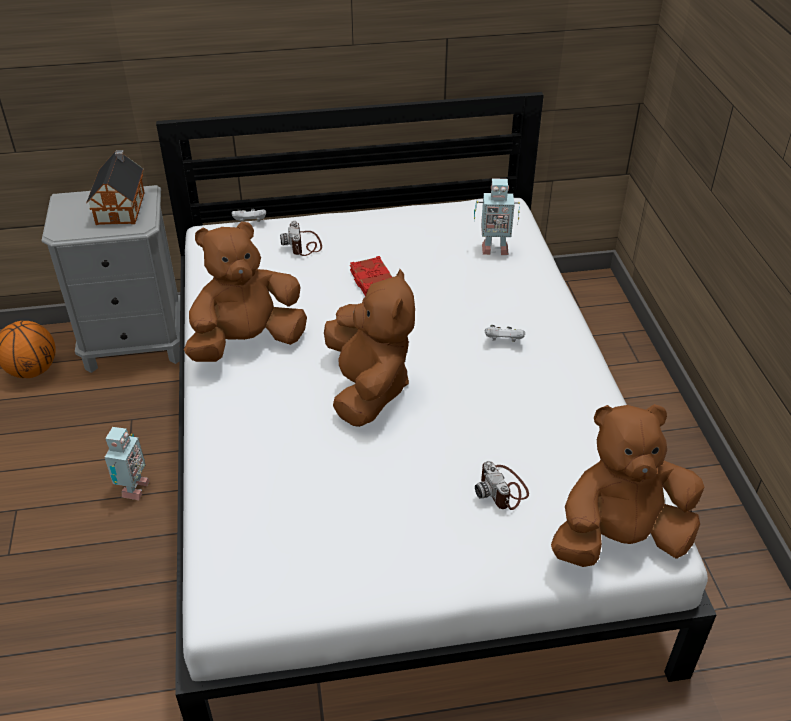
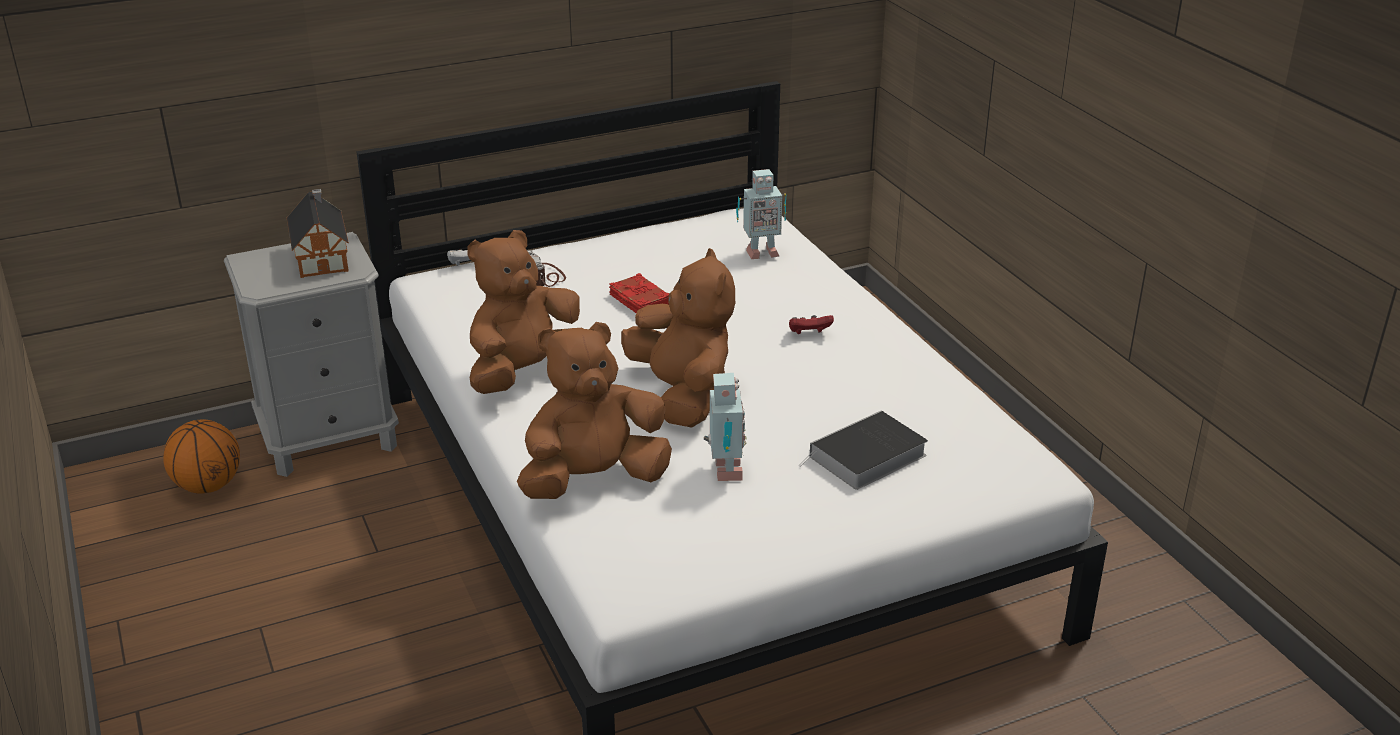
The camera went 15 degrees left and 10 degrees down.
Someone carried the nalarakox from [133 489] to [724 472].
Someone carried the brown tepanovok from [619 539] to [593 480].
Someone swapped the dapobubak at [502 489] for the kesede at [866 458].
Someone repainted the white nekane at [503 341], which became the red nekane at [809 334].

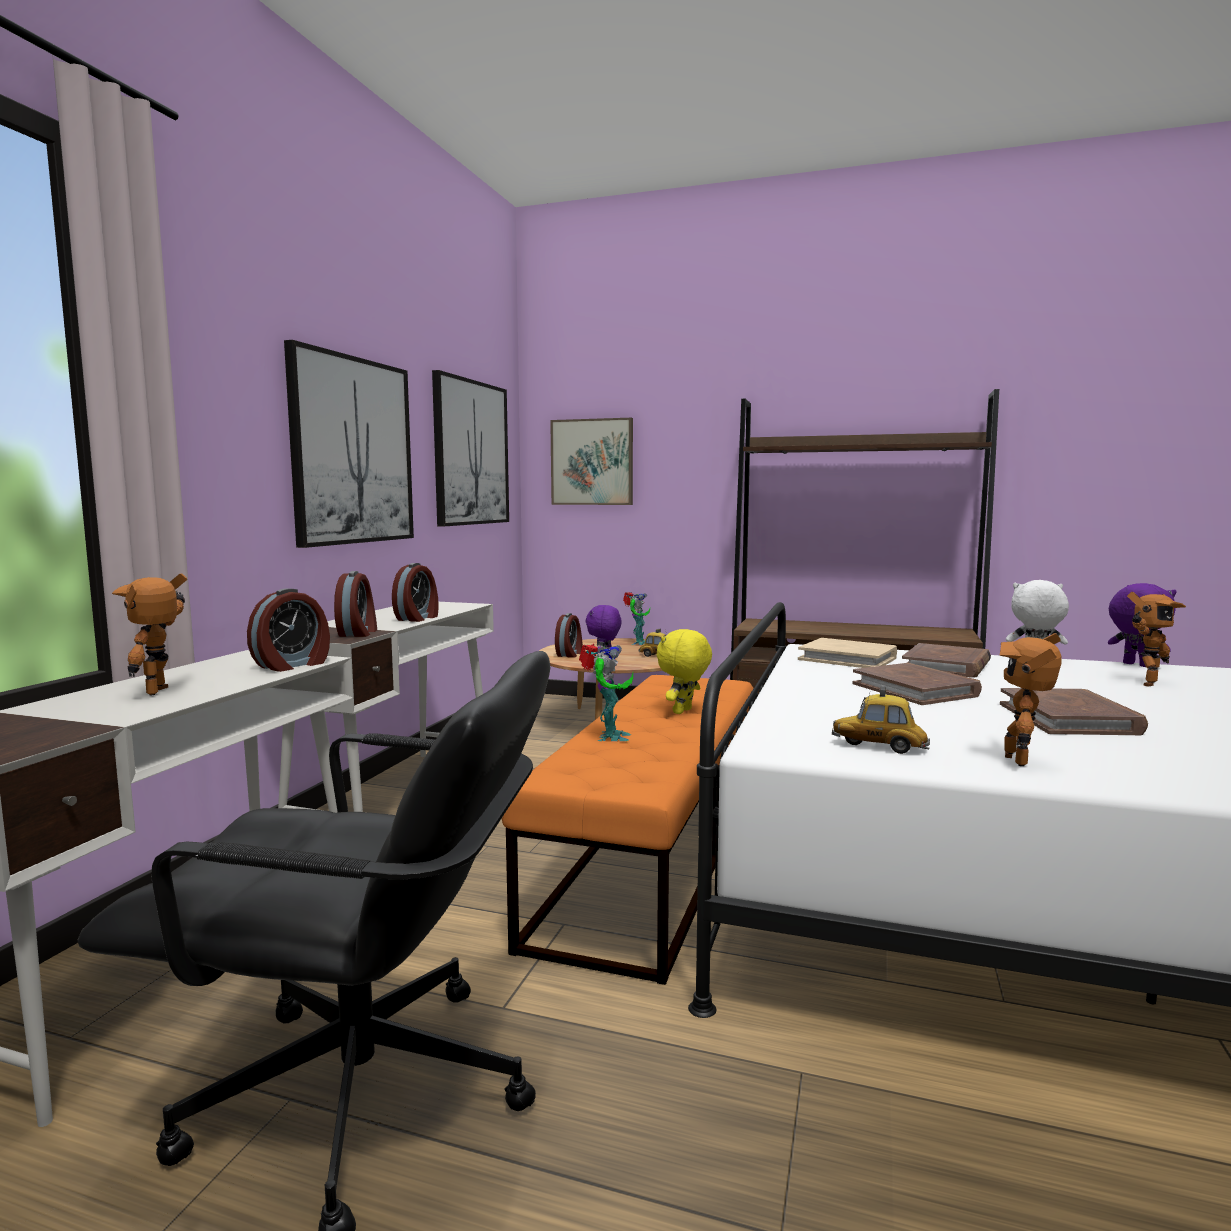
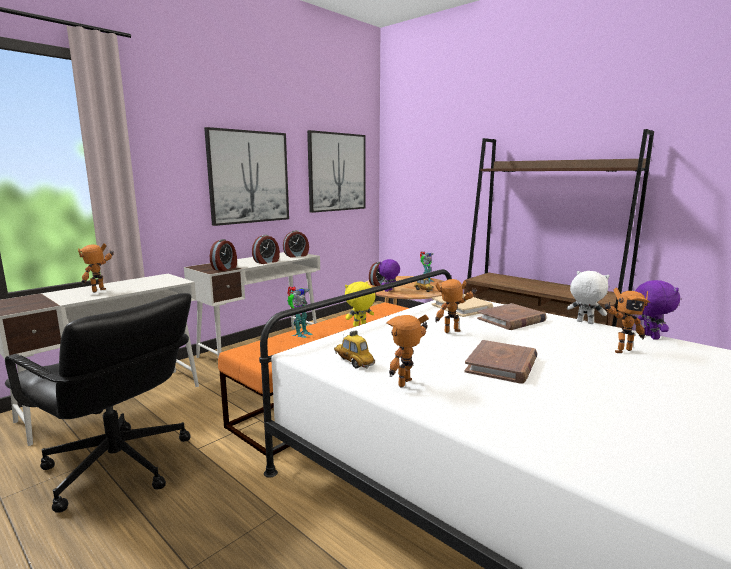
The camera went 25 degrees right and 5 degrees up.
Someone took away the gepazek at [592 462].
Someone carried the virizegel from [293 665] to [296 256].
Someone swapped the brown kesede at [915 689] for the nalarakox at [453 333].

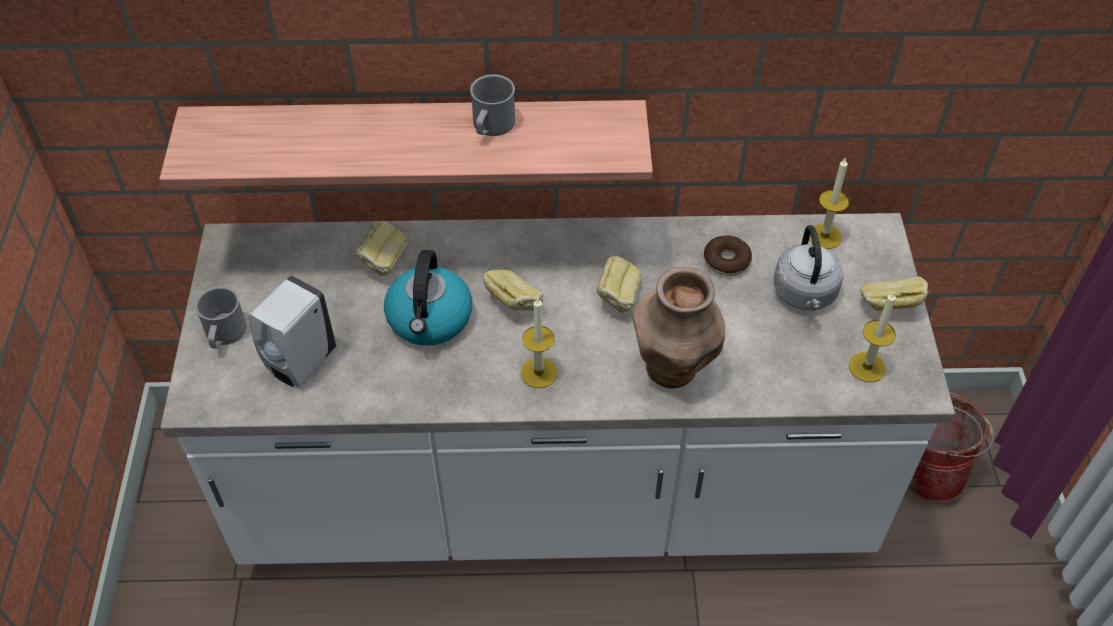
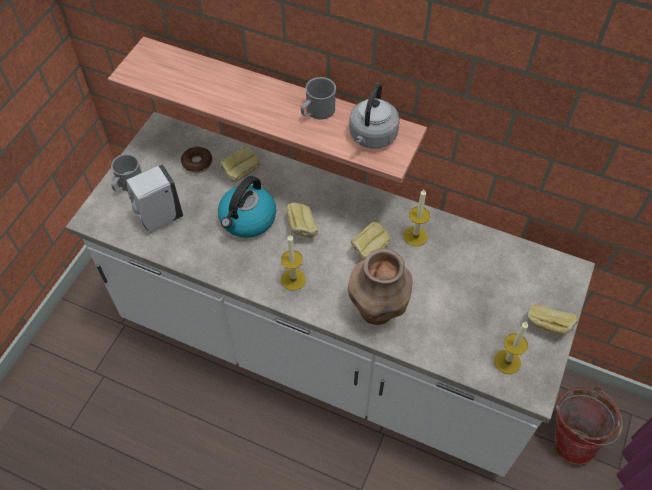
The camera went 25 degrees right and 5 degrees up.
Someone carried the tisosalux from [726 261] to [197 163].
Someone carried the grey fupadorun from [805 295] to [372 137].
Someone carried the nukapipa from [824 236] to [415 236].

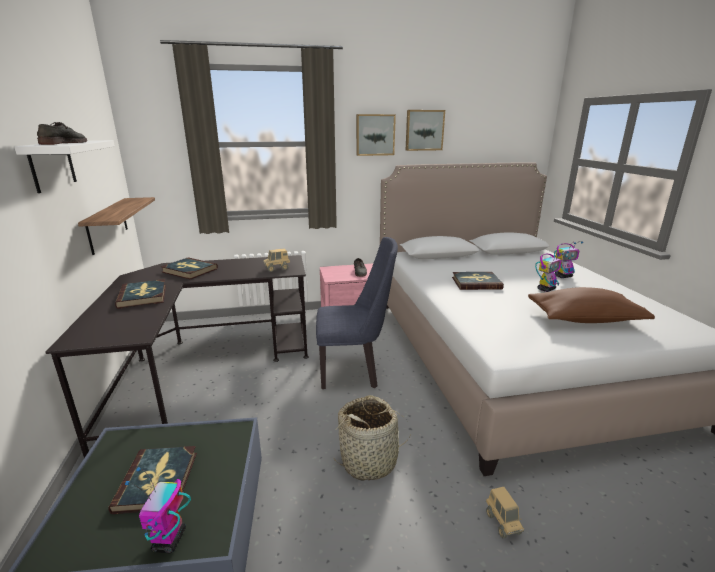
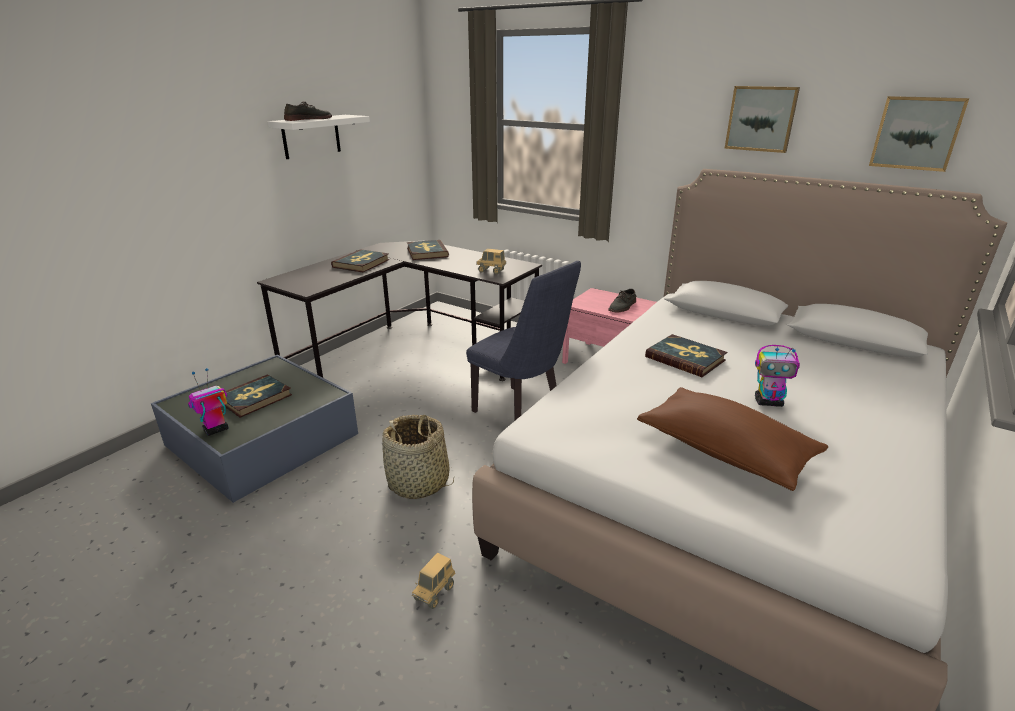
The camera went 45 degrees right and 5 degrees up.
Someone took away the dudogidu at [107 224].
Someone took away the nalarakox at [563 276].
Someone carried the gepazek from [375 135] to [916 133].

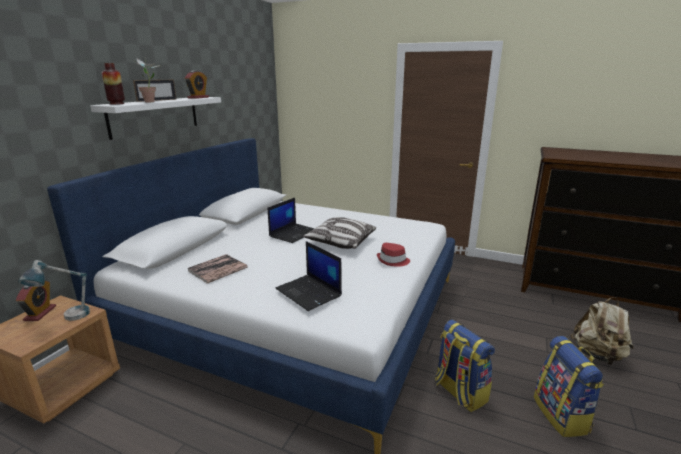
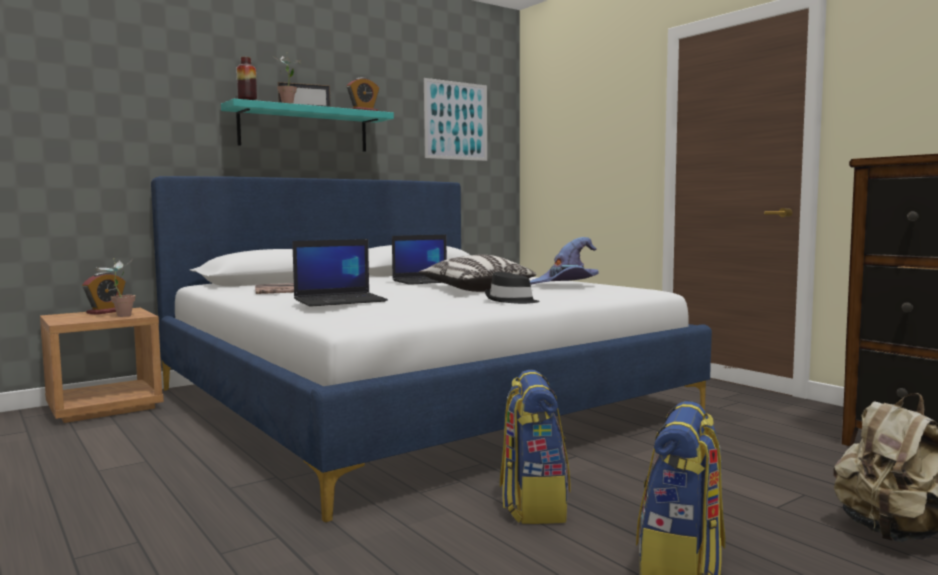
The camera went 30 degrees right and 15 degrees down.
Someone put up the gepazek at [456 120].
Someone put down the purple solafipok at [565 285].
Someone swapped the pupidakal at [66 319] for the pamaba at [118 316].
Someone repainted the white dudogidu at [155 116], which became the turquoise dudogidu at [304 129].
Someone repainted the red solafipok at [393 261], which became the black solafipok at [511 301].
Someone rotated the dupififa at [309 292] by 105 degrees counterclockwise.

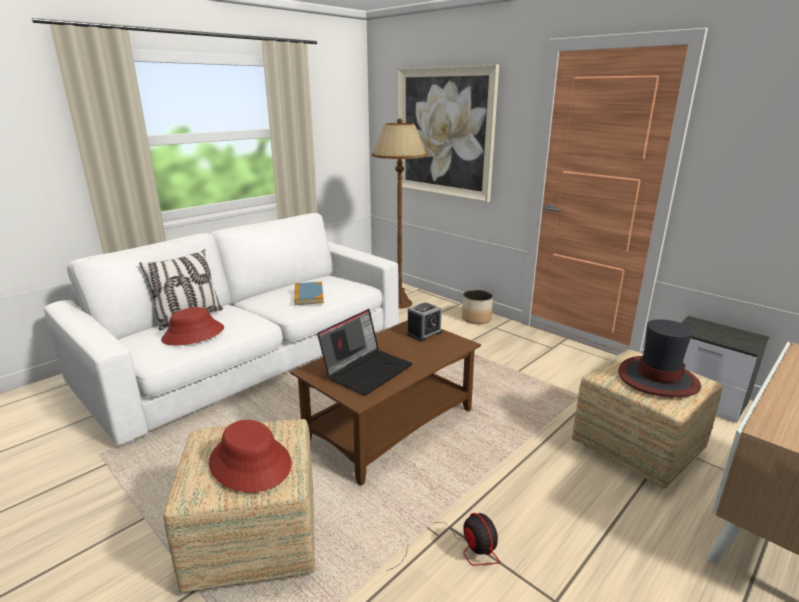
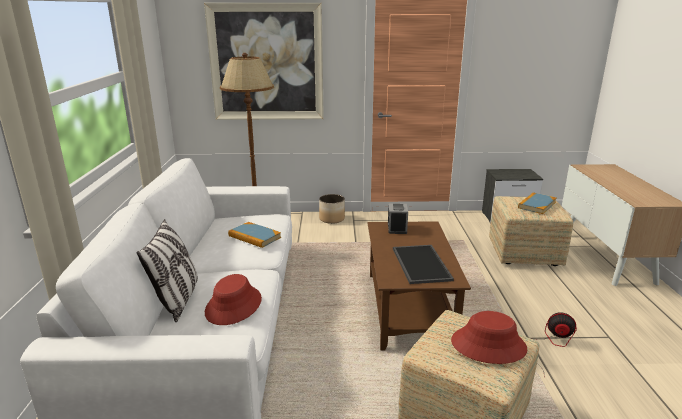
The camera went 45 degrees left and 0 degrees up.
Someone swapped the dupififa at [367 370] for the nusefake at [419 263].
Someone swapped the solafipok at [657 379] for the kesede at [537 205].

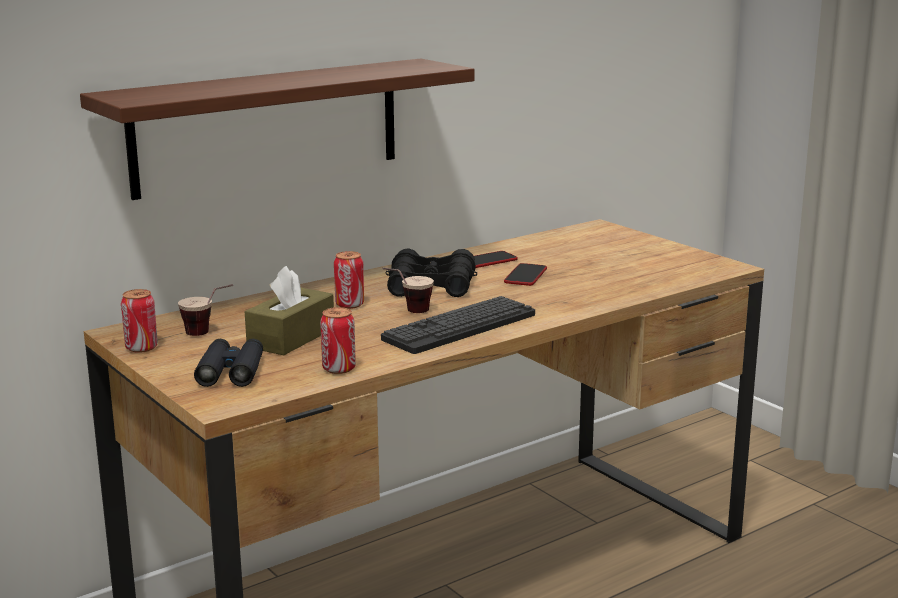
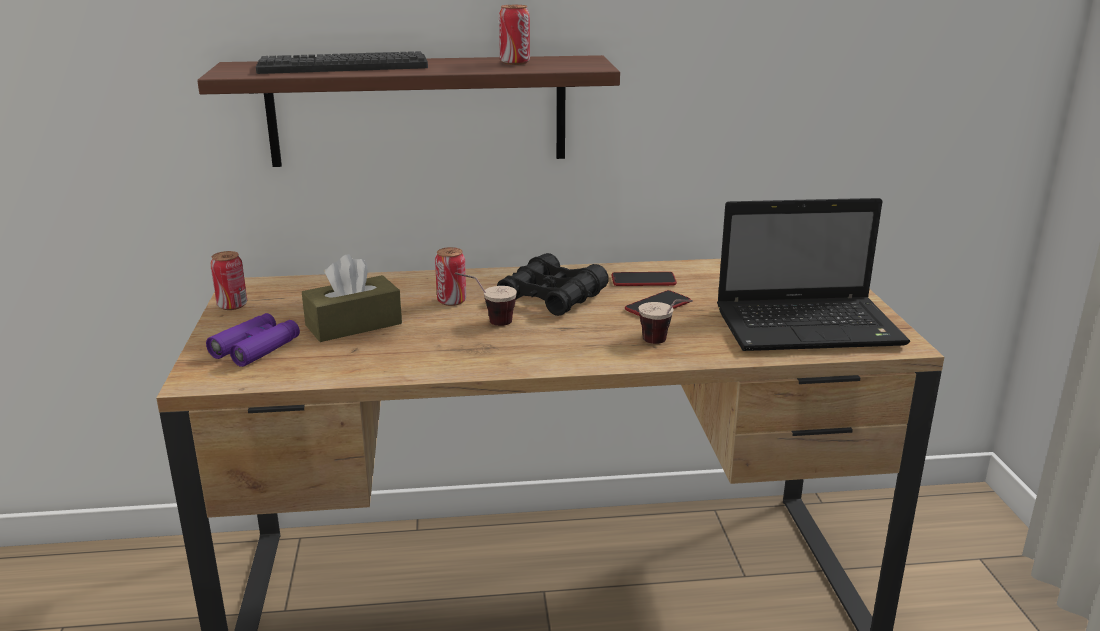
The camera went 30 degrees right and 5 degrees up.
Someone put down the dupififa at [811 327].
Someone carried the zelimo from [209 334] to [664 344].
Someone carried the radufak from [339 369] to [514 63].
Someone carried the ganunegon from [460 327] to [343 66].
Someone repainted the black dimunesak at [231 372], which became the purple dimunesak at [256 348].

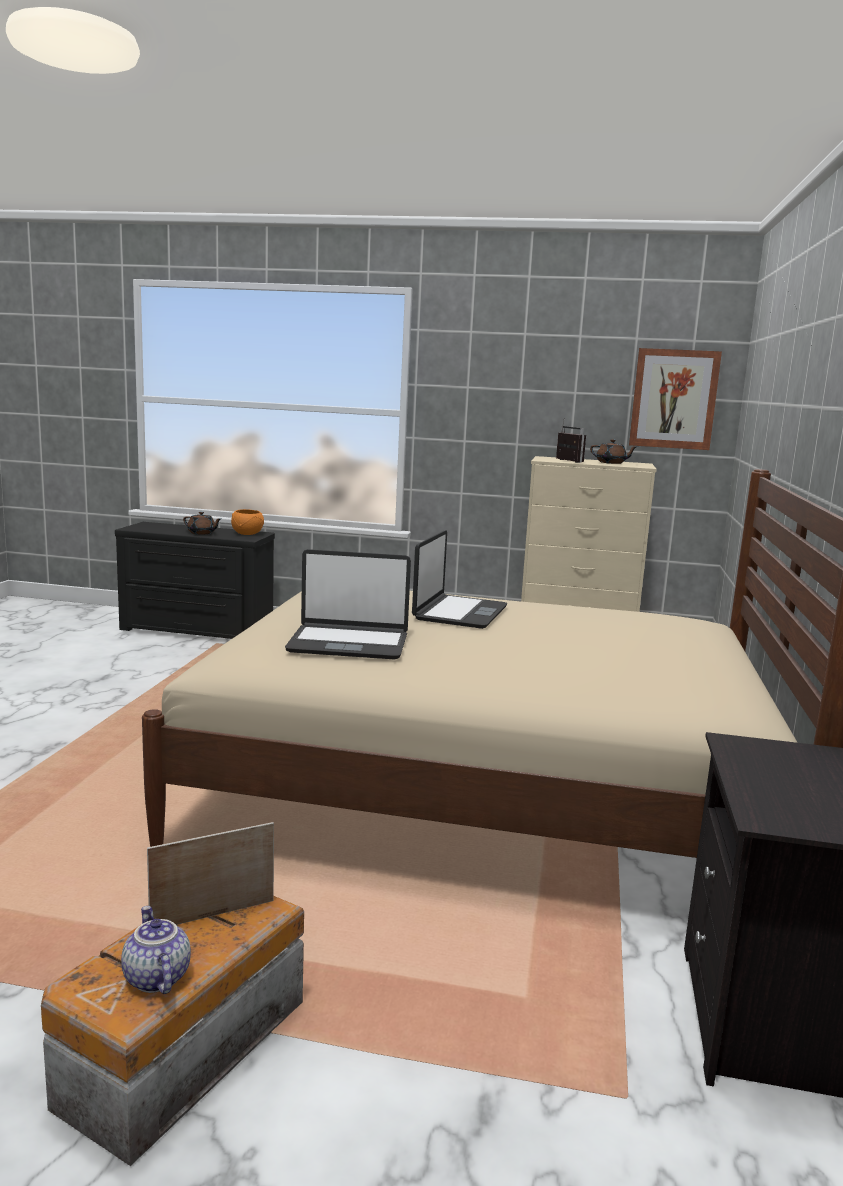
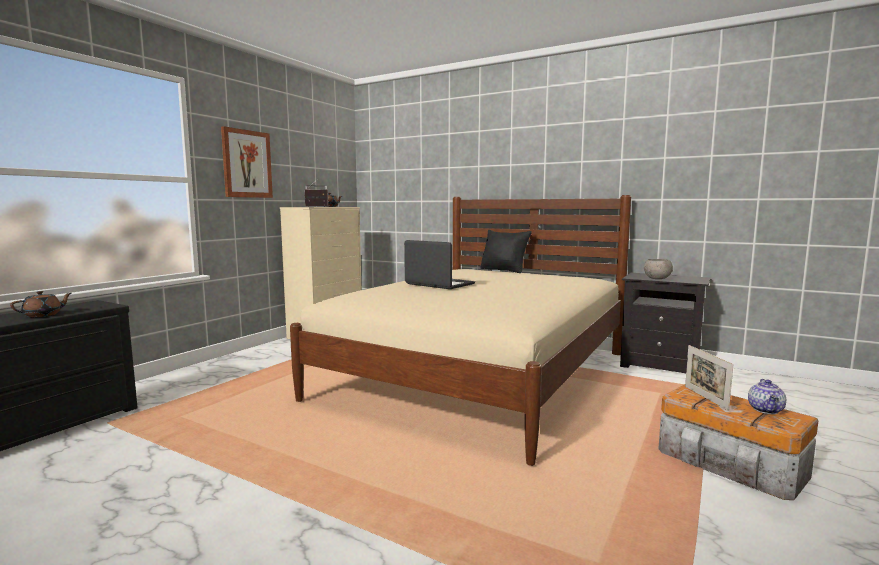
The camera went 70 degrees left and 5 degrees down.
Someone took away the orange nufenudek at [246 534].
Someone took away the dupififa at [348 643].
Someone put down the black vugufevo at [504 270].
Someone put down the grey nufenudek at [657 278].
Someone carried the gepazek from [674 399] to [247 164].
Someone rotated the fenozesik at [155 978] by 60 degrees counterclockwise.

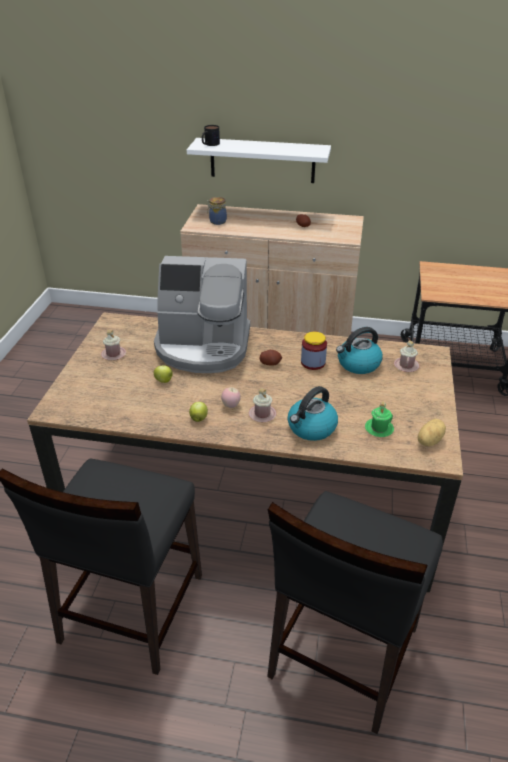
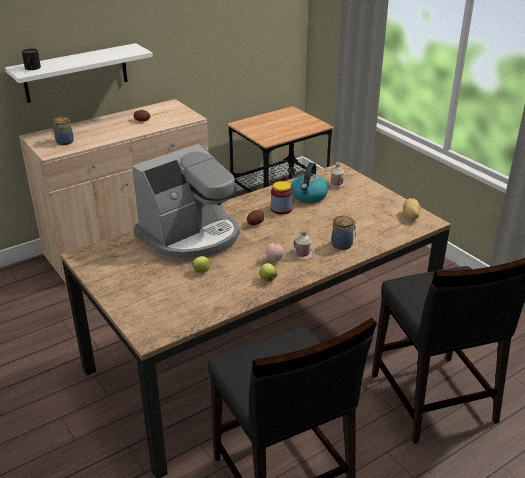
The camera went 45 degrees left and 5 degrees down.
Someone took away the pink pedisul at [113 354].
Someone took away the green pedisul at [379 428].
Someone swapped the fupadorun at [311 428] for the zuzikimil at [343 245].

